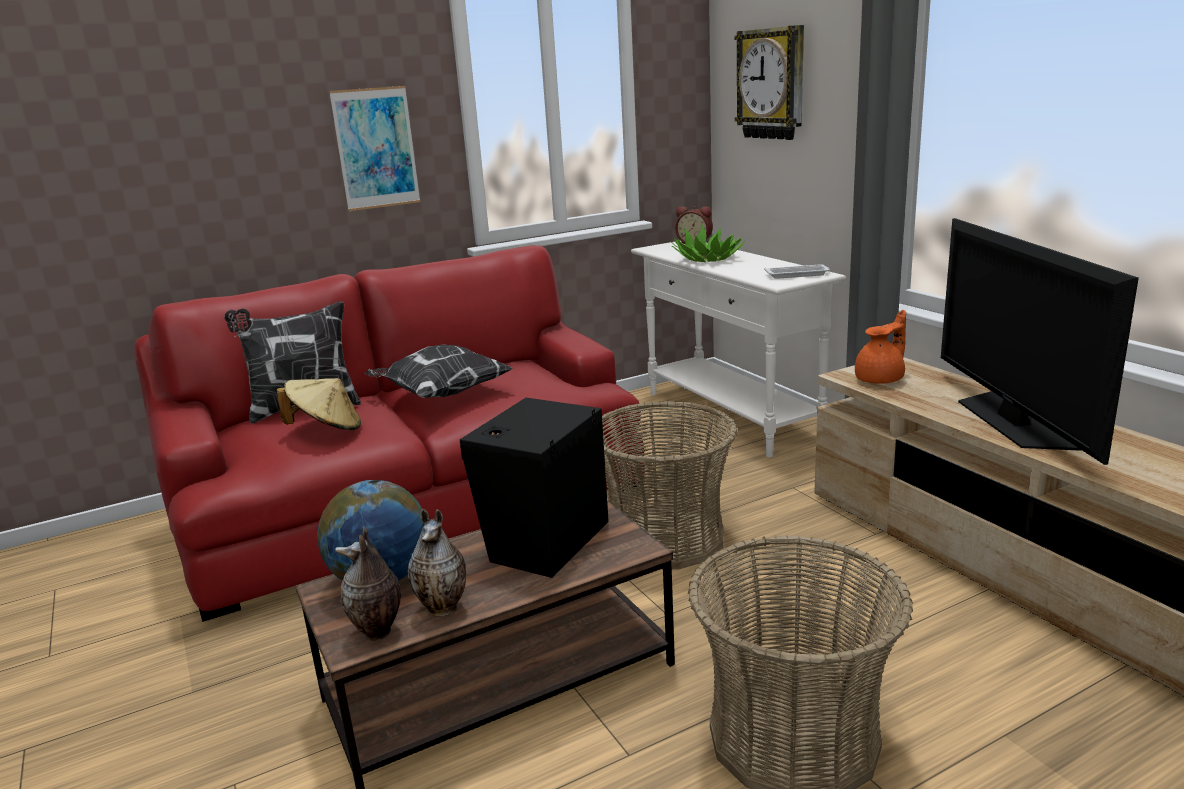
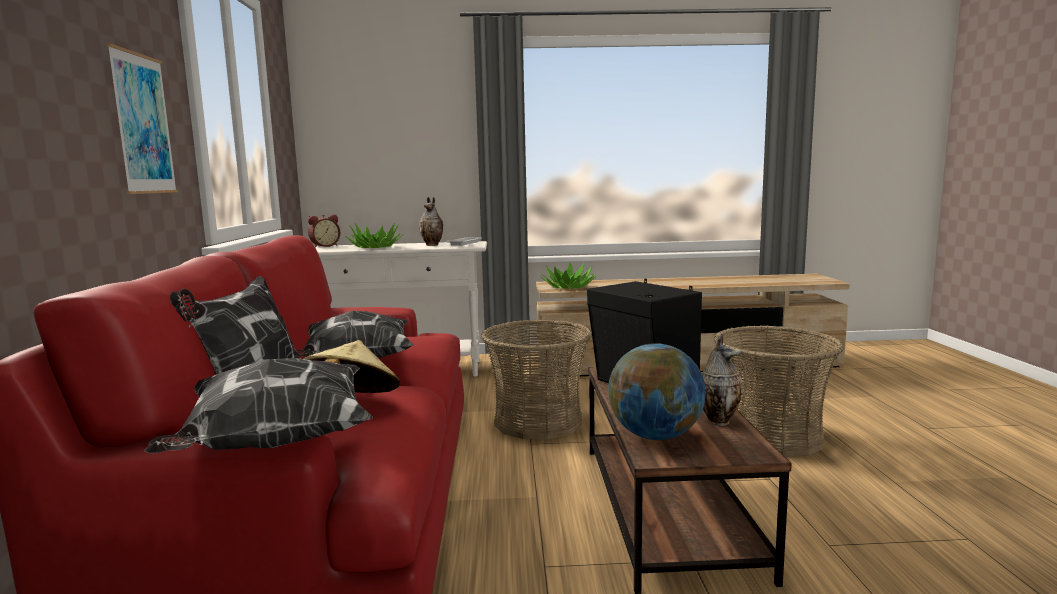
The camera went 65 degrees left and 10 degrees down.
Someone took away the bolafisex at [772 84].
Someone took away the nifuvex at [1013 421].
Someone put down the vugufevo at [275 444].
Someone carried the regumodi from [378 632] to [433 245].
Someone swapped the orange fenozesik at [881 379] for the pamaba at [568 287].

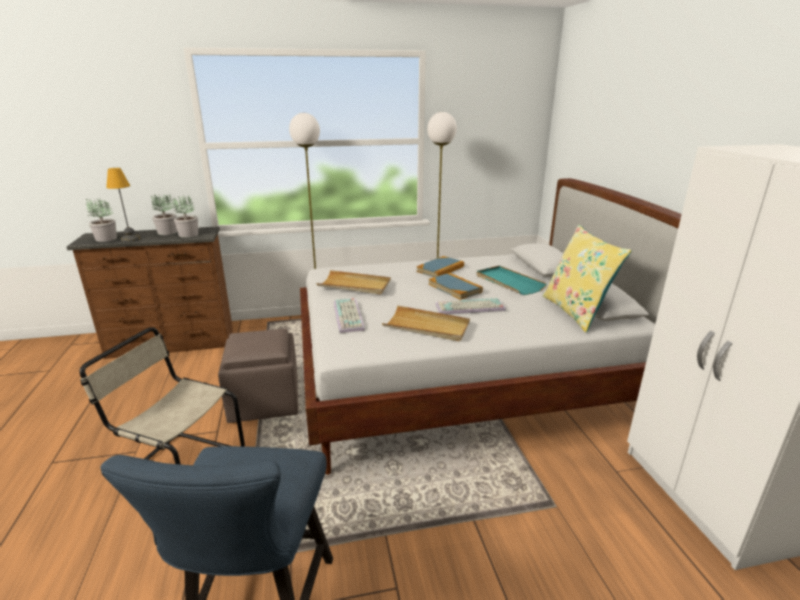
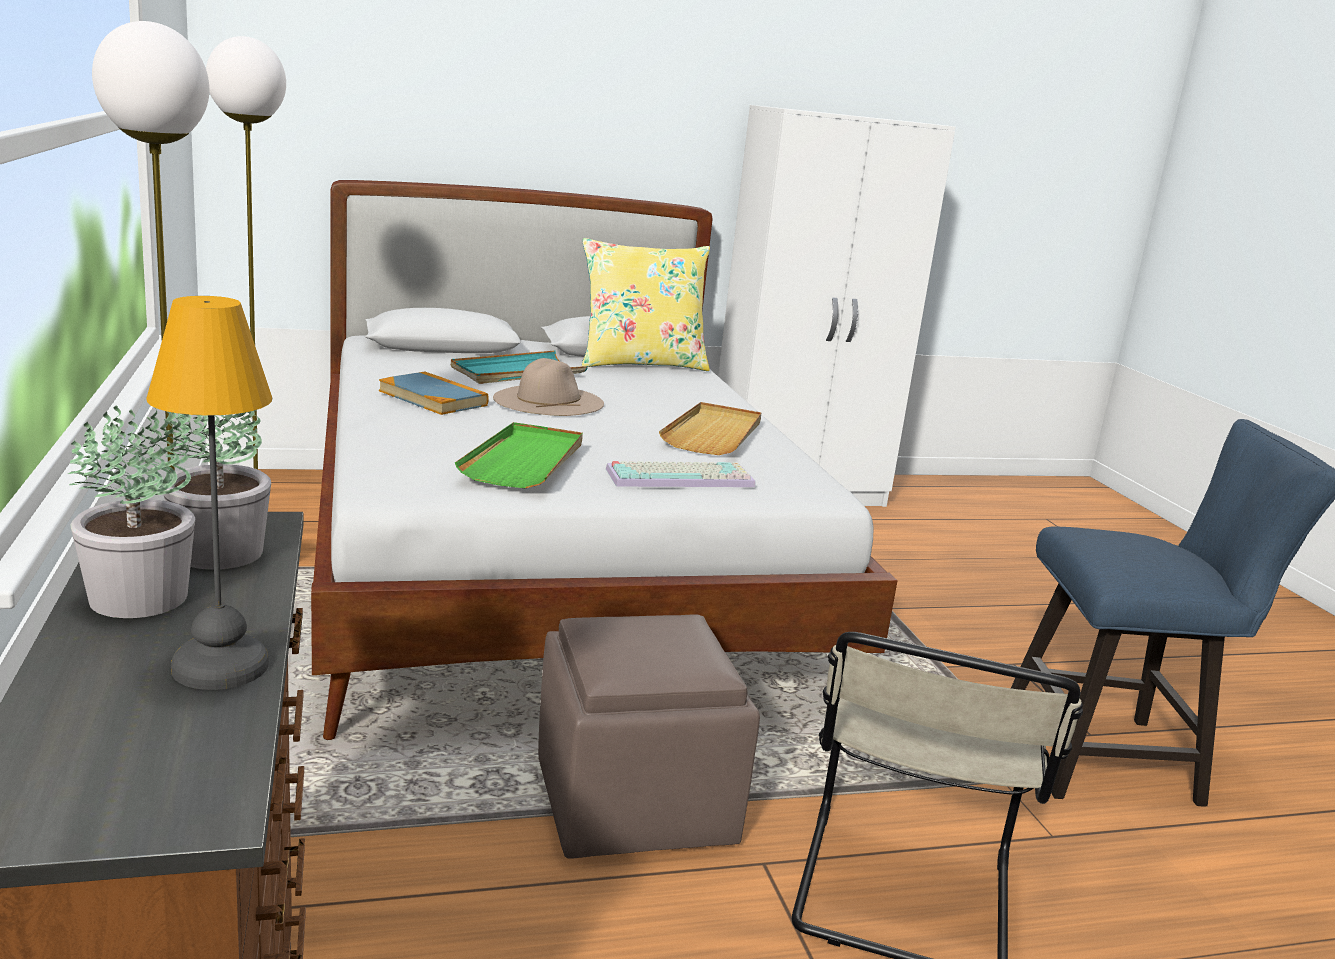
The camera went 95 degrees left and 5 degrees down.
Someone took away the pamaba at [106 239].
Someone took away the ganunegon at [469 308].
Someone swapped the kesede at [454 288] for the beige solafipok at [548 400].
Someone repainted the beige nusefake at [355 285], which became the green nusefake at [525 460].

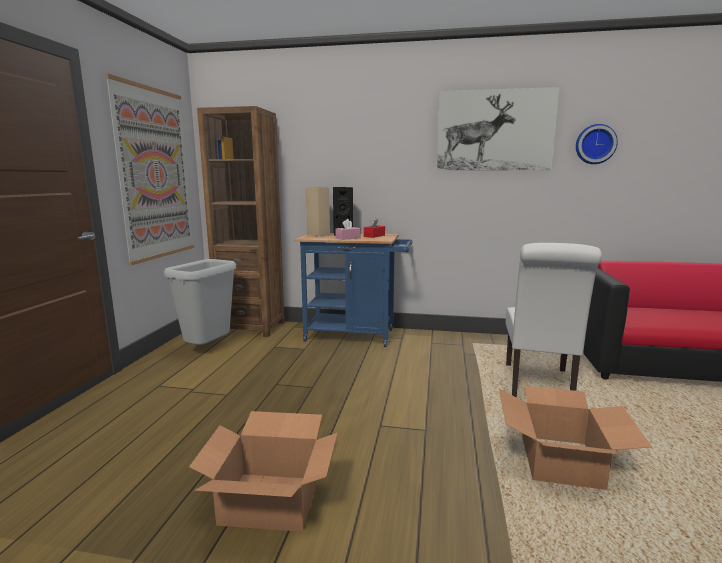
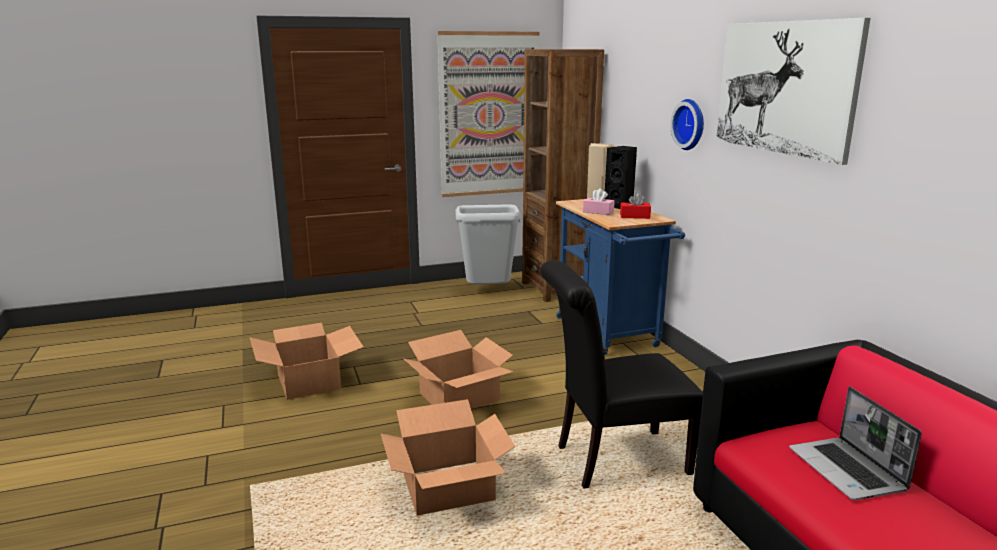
The camera went 60 degrees right and 5 degrees up.
Someone put down the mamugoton at [460 397].
Someone put down the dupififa at [848 471].
Someone carried the bolafisex from [595 144] to [691 124].
Someone repainted the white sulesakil at [538 386], which became the black sulesakil at [613 461].

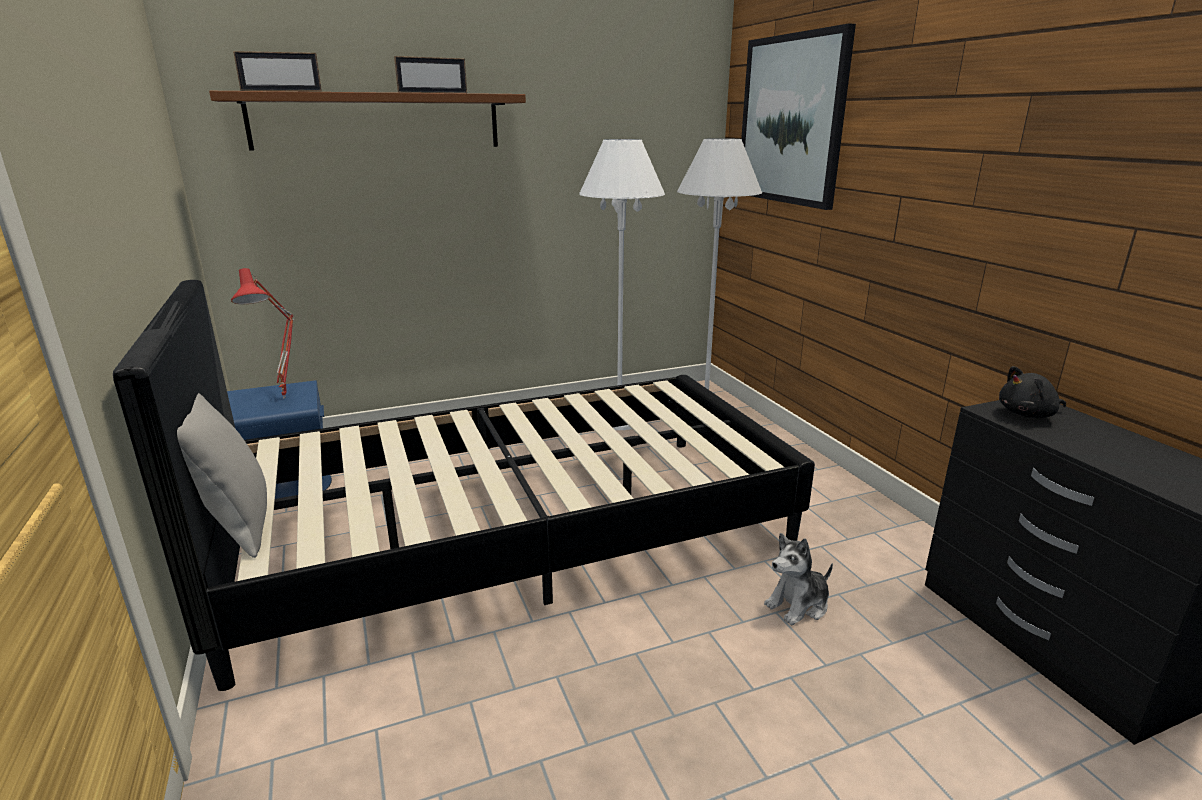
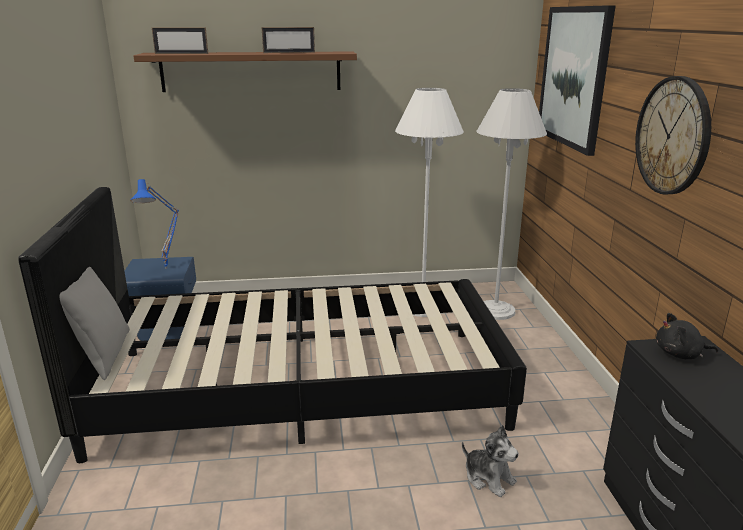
The camera went 15 degrees right and 0 degrees up.
Someone put up the bolafisex at [672 136].
Someone repainted the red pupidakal at [287 397], which became the blue pupidakal at [168 268].
Someone rotated the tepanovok at [798 605] by 120 degrees counterclockwise.

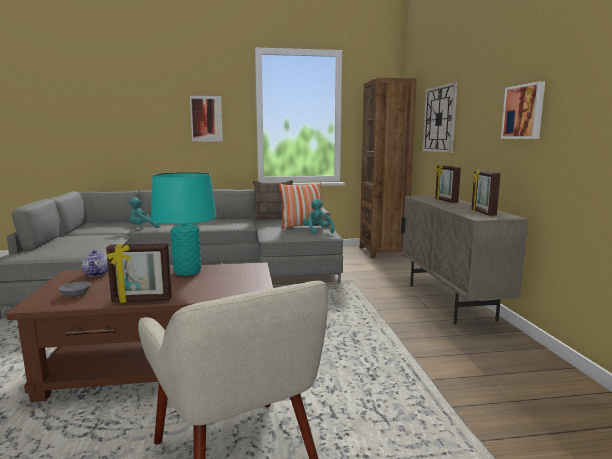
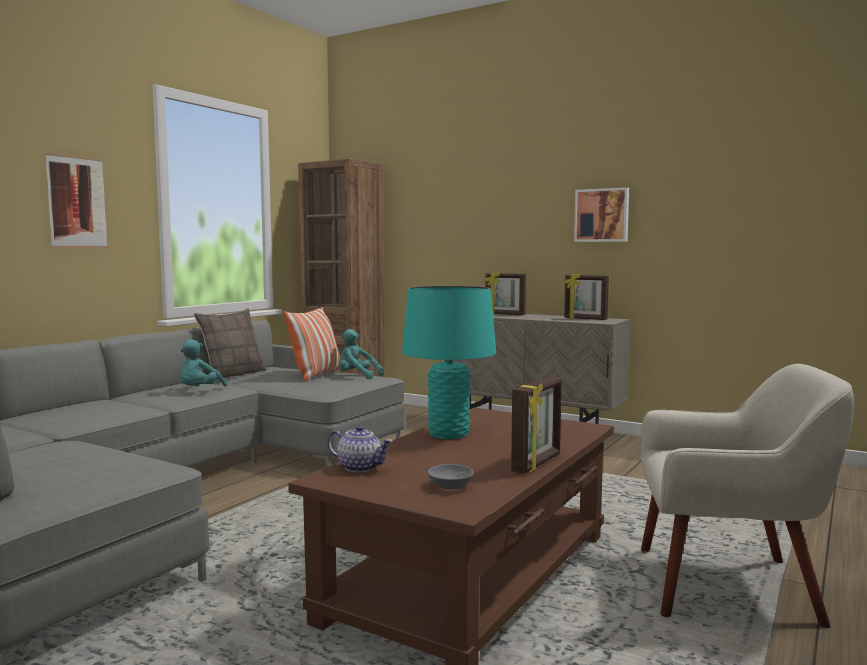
The camera went 50 degrees left and 5 degrees down.
Someone took away the bolafisex at [440 119].
Someone carried the turquoise tepanovok from [143 228] to [199 391].

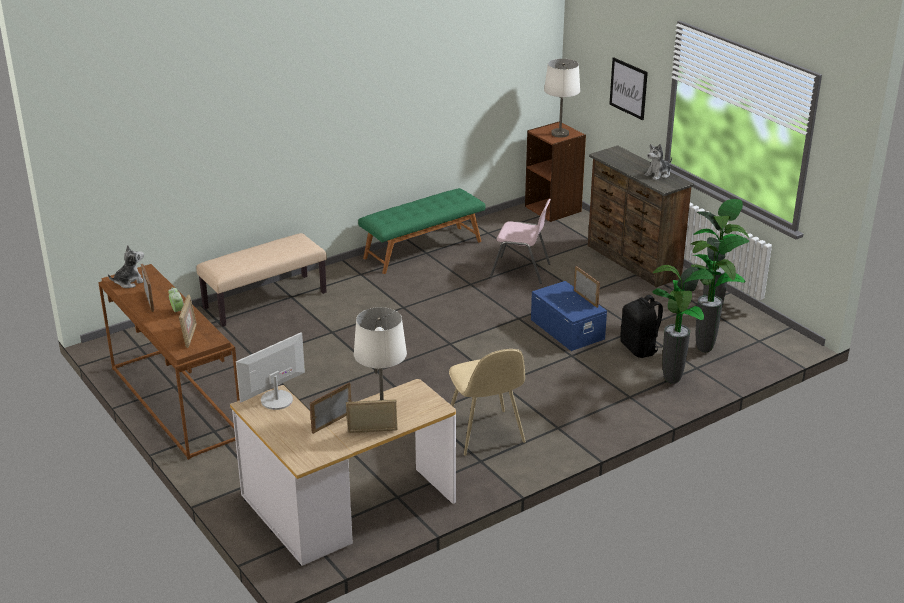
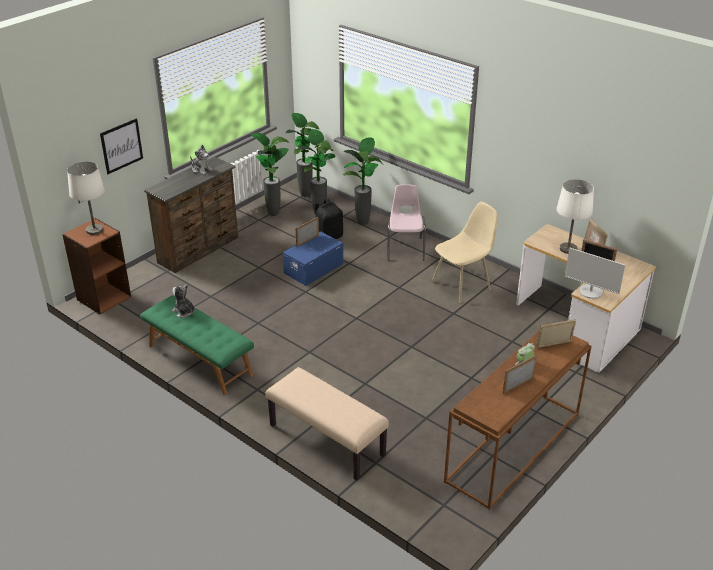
The camera went 105 degrees left and 5 degrees up.
Someone put down the pamaba at [305 194].
Someone carried the tepanovok from [129 282] to [184 312].
Someone carried the pink sulesakil from [521 271] to [405 249].

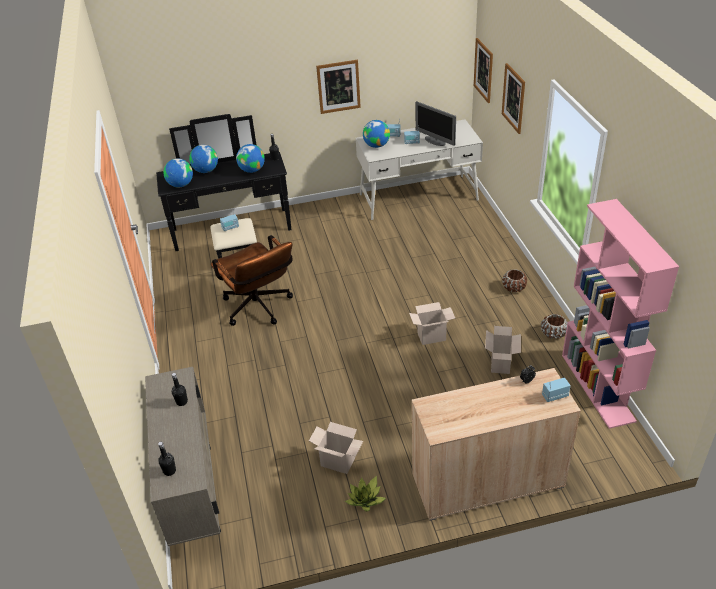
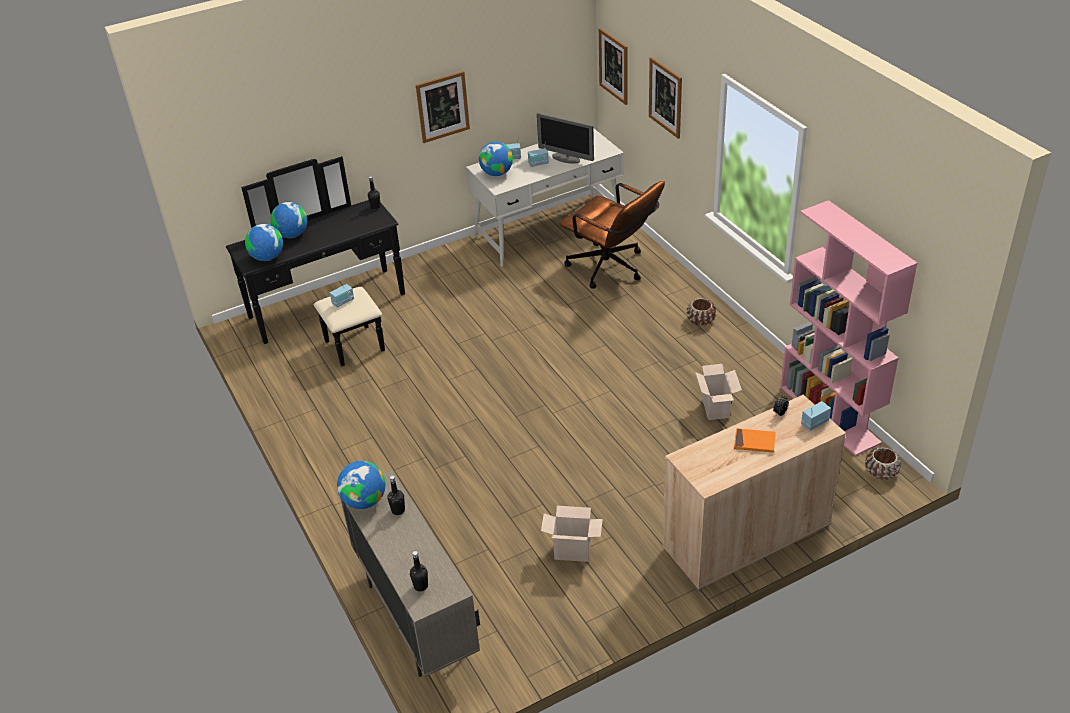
The camera went 15 degrees left and 0 degrees up.
Someone took away the pamaba at [365 499].
Someone took away the mamugoton at [432 336].
Someone put down the orange kesede at [754 442].
Someone carried the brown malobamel from [260 309] to [612 269].
Someone carried the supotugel from [252 170] to [364 501].
Someone carried the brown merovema from [553 333] to [881 472].

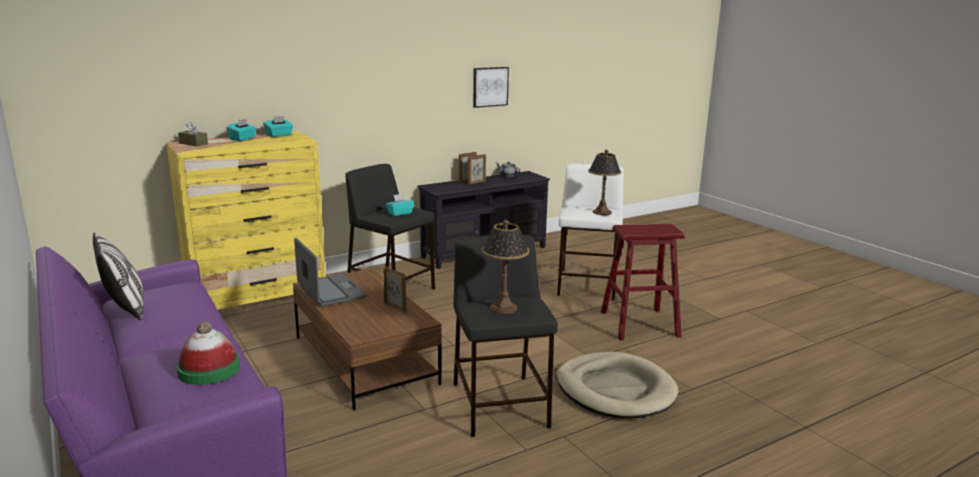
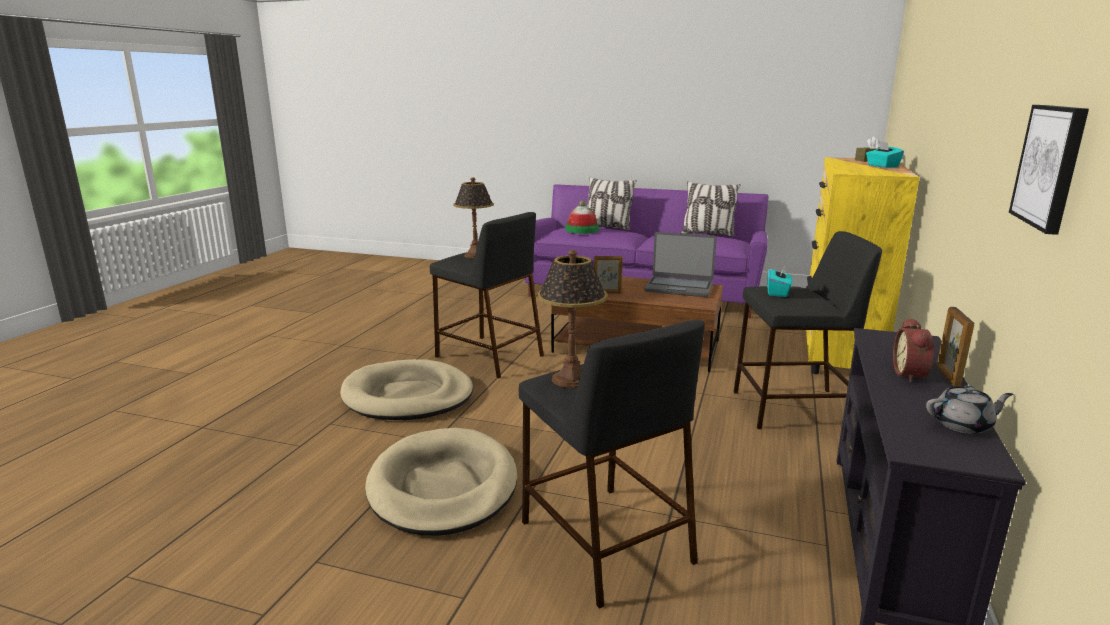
The camera went 140 degrees right and 0 degrees up.
Someone took away the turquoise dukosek at [279 135].
Someone put down the vugufevo at [607 227].
Someone swapped the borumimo at [476 183] for the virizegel at [911 374].
Someone swapped the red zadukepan at [639 324] for the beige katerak at [443 487].
Someone repainted the white zadukepan at [587 285], which became the black zadukepan at [603 540].

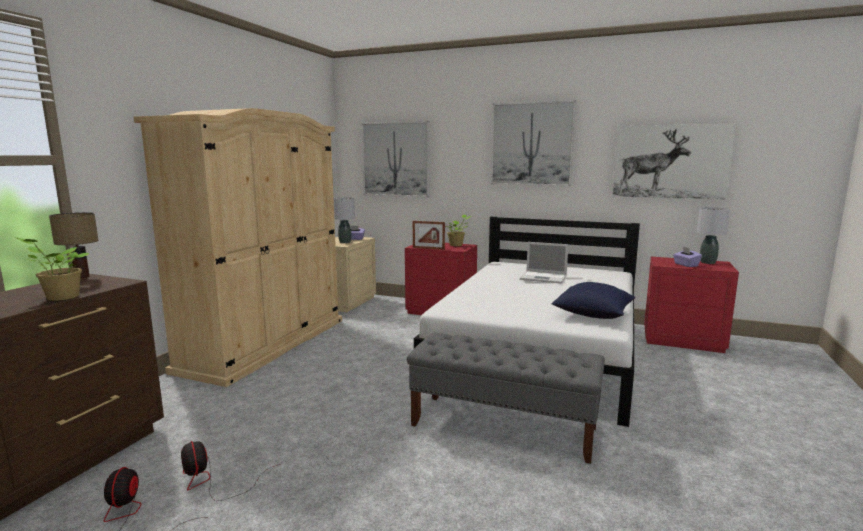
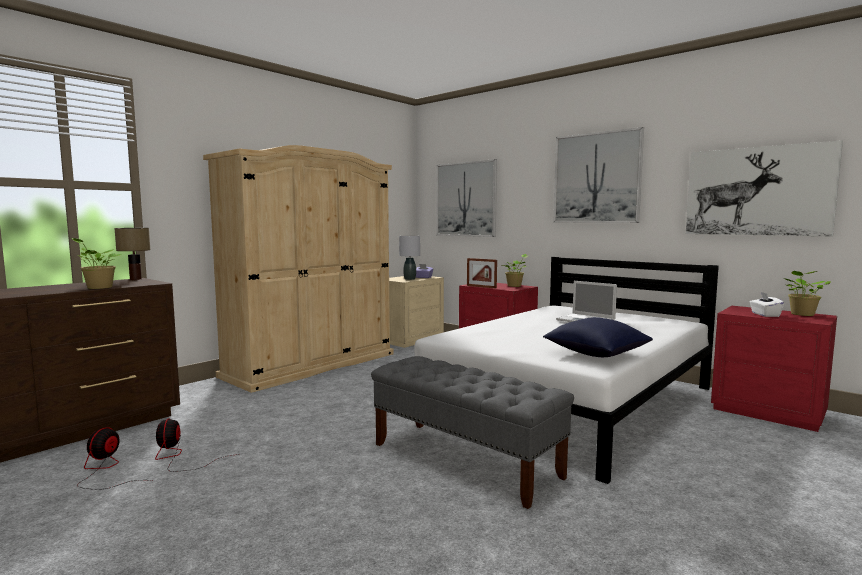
The camera went 20 degrees right and 5 degrees down.
Someone swapped the grey pupidakal at [707 262] for the pamaba at [801 314].
Someone repainted the purple dukosek at [685 265], which became the white dukosek at [765 315].

